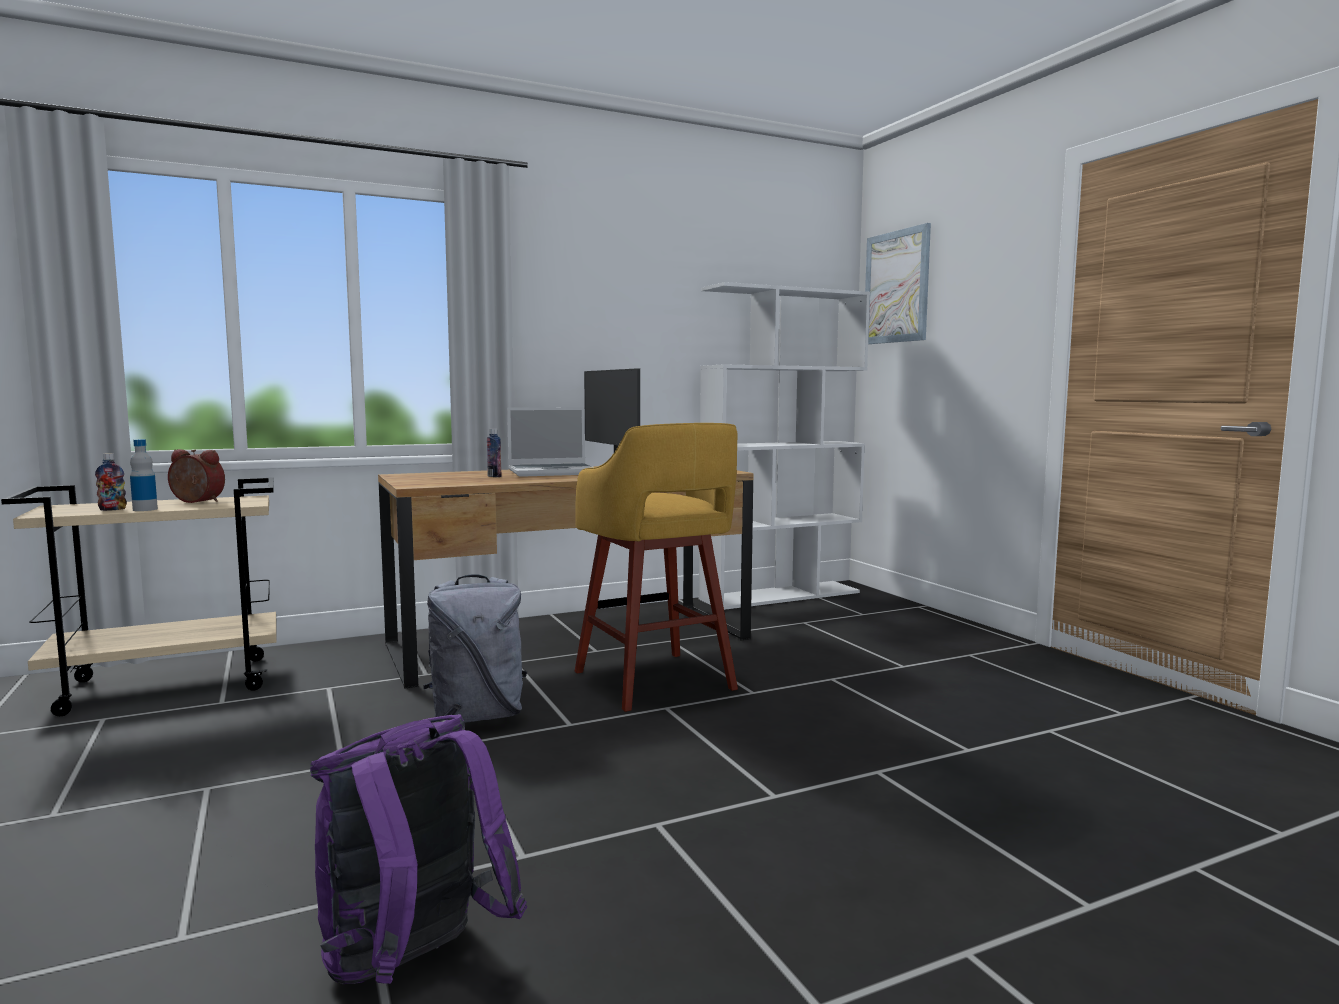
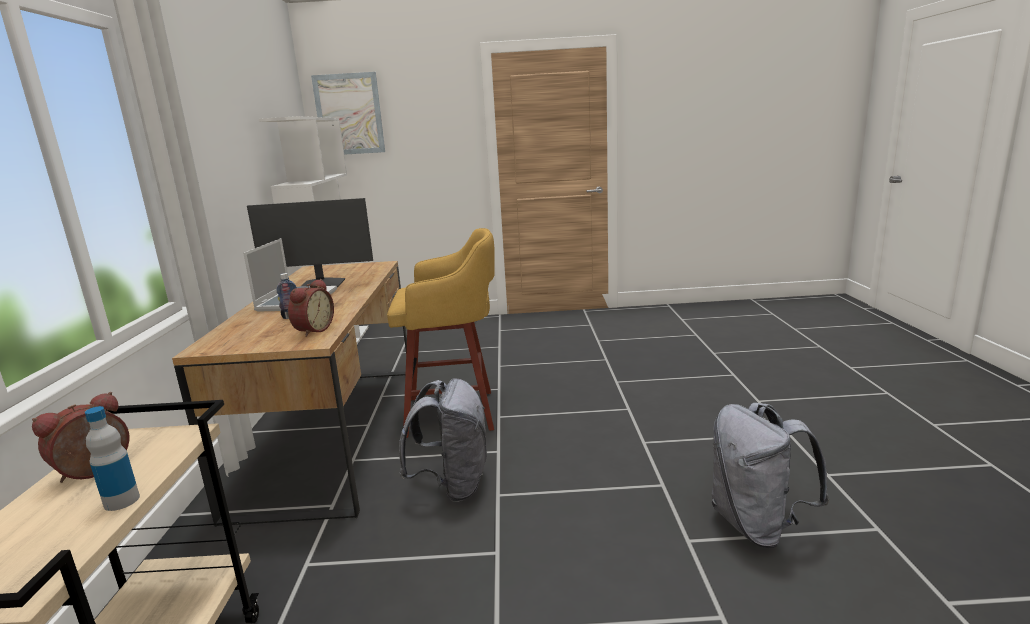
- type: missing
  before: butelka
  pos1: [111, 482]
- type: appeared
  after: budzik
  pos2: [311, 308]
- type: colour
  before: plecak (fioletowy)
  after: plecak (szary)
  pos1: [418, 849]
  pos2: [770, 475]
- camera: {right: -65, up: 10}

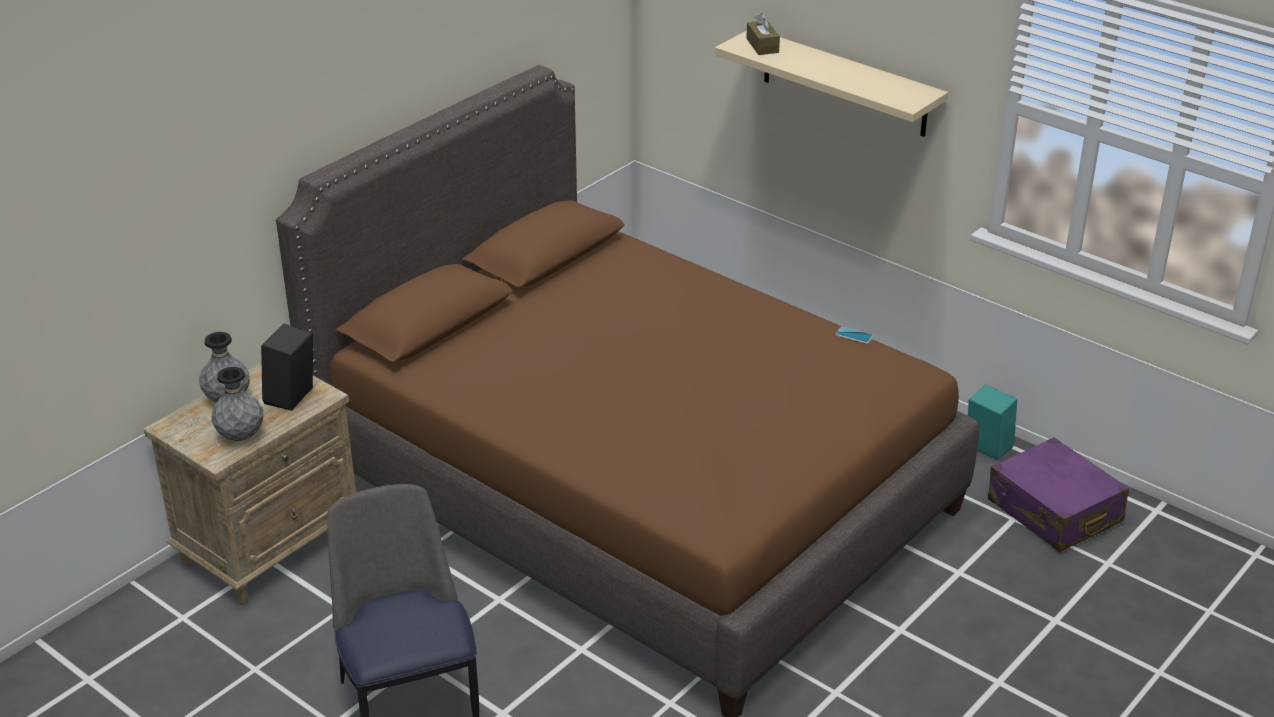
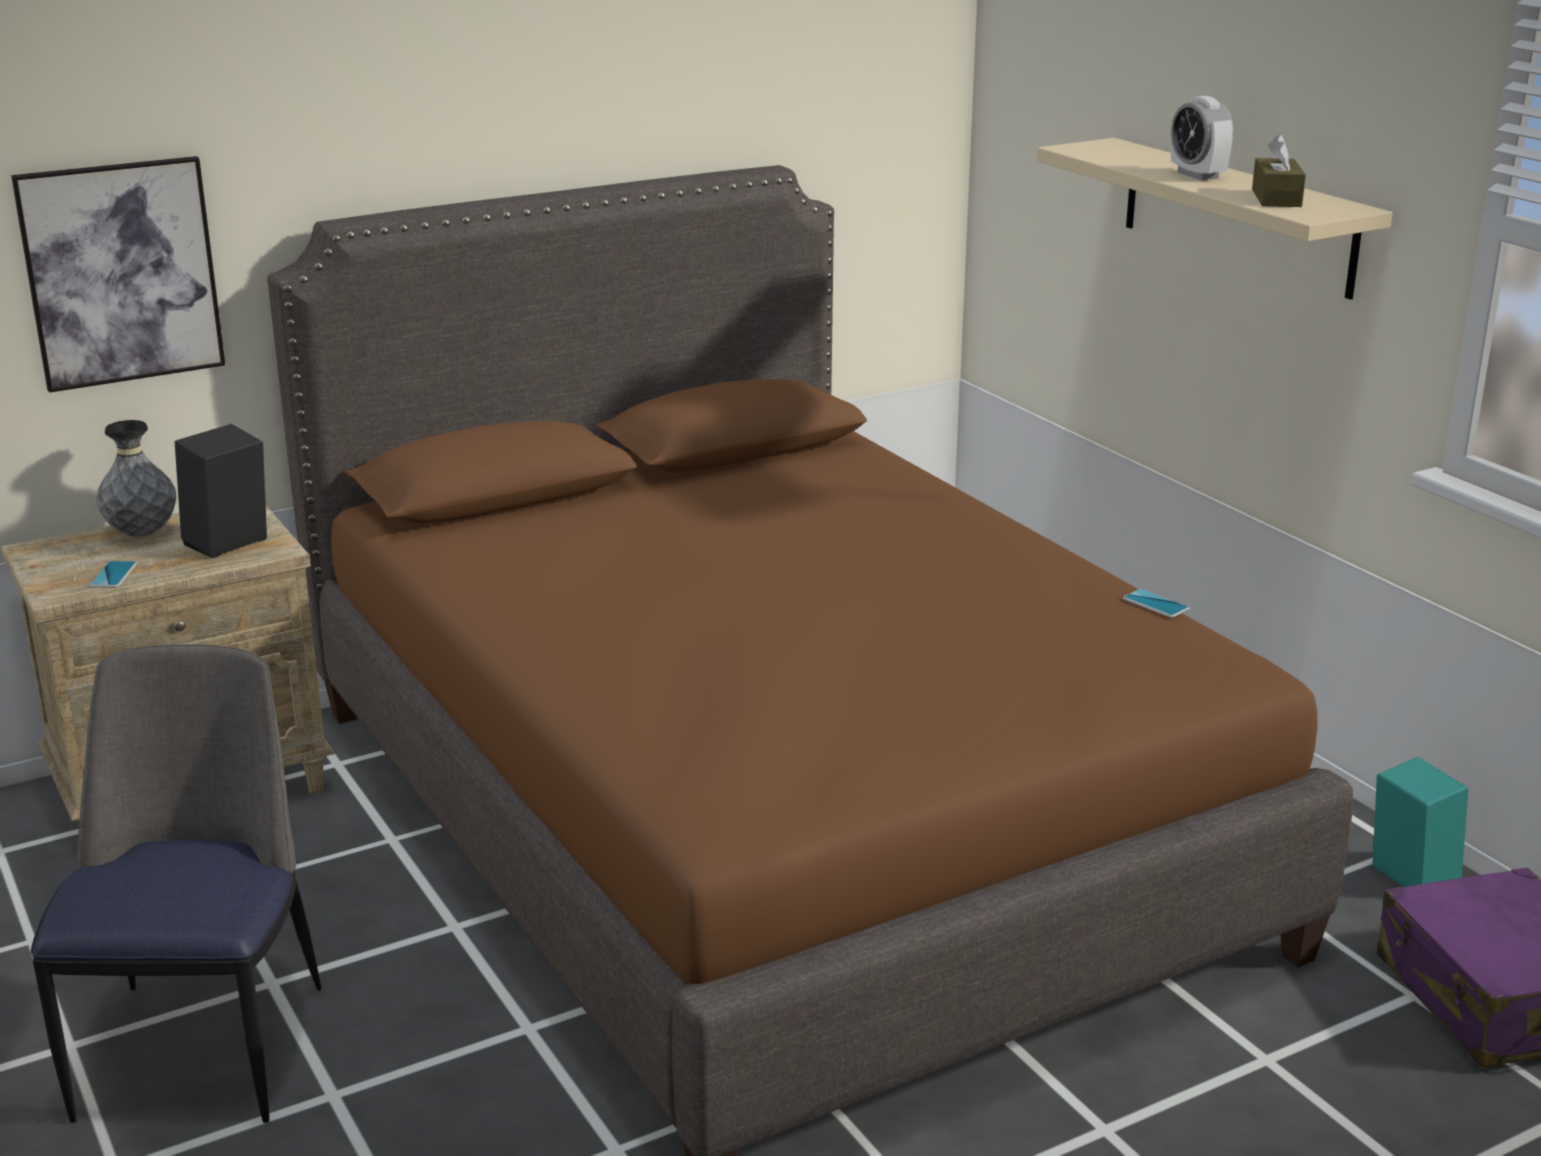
- type: appeared
  after: obraz
  pos2: [118, 274]
- type: appeared
  after: budzik
  pos2: [1202, 138]
- type: relocated
  before: pudełko chusteczek (brązowy)
  pos1: [763, 34]
  pos2: [1279, 170]
- type: exchanged
  before: wazon (szary)
  after: telefon
  pos1: [237, 404]
  pos2: [113, 574]
- camera: {right: 20, up: -10}

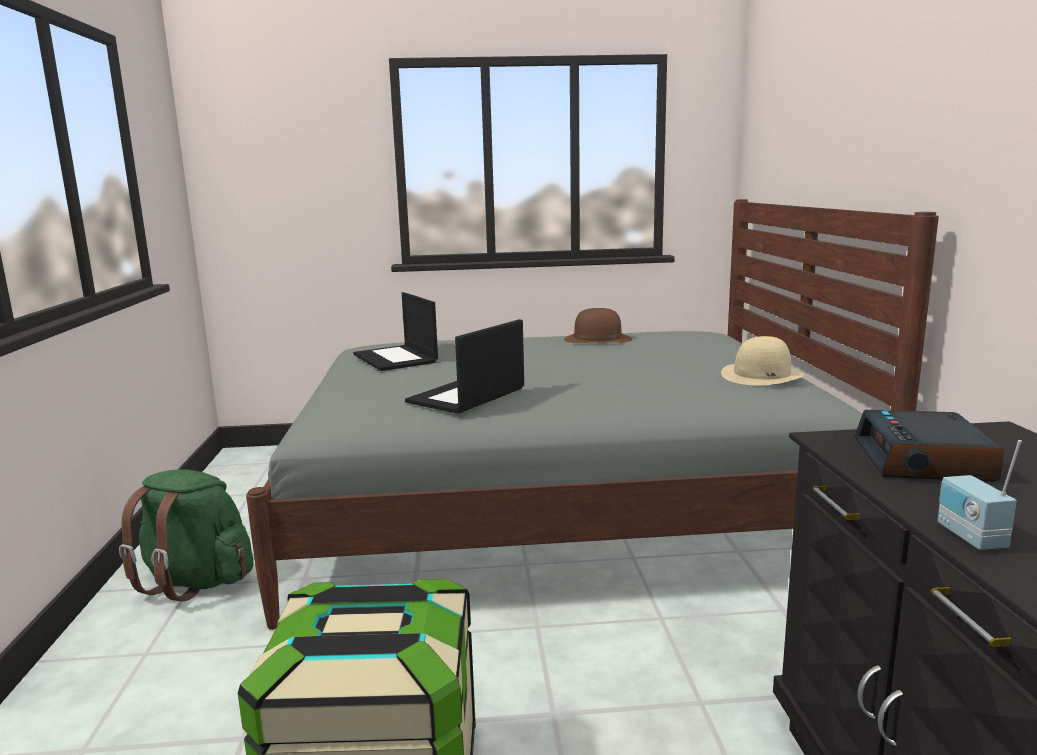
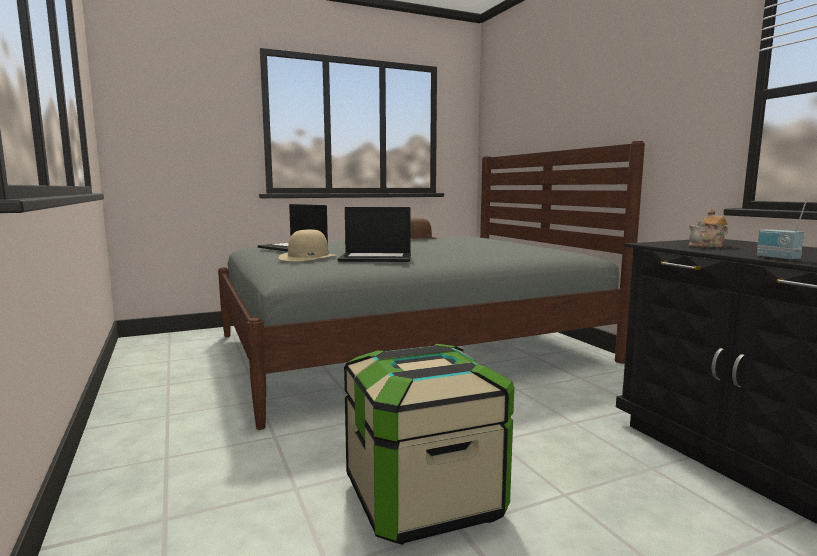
- type: missing
  before: plecak (zielony)
  pos1: [186, 535]
- type: relocated
  before: kapelusz (beżowy)
  pos1: [763, 360]
  pos2: [307, 245]
- type: exchanged
  before: budzik
  after: imbryk
  pos1: [929, 446]
  pos2: [708, 228]
- type: spun
  before: laptop
  pos1: [464, 366]
  pos2: [374, 234]
  turn: -105
- camera: {right: -20, up: -5}

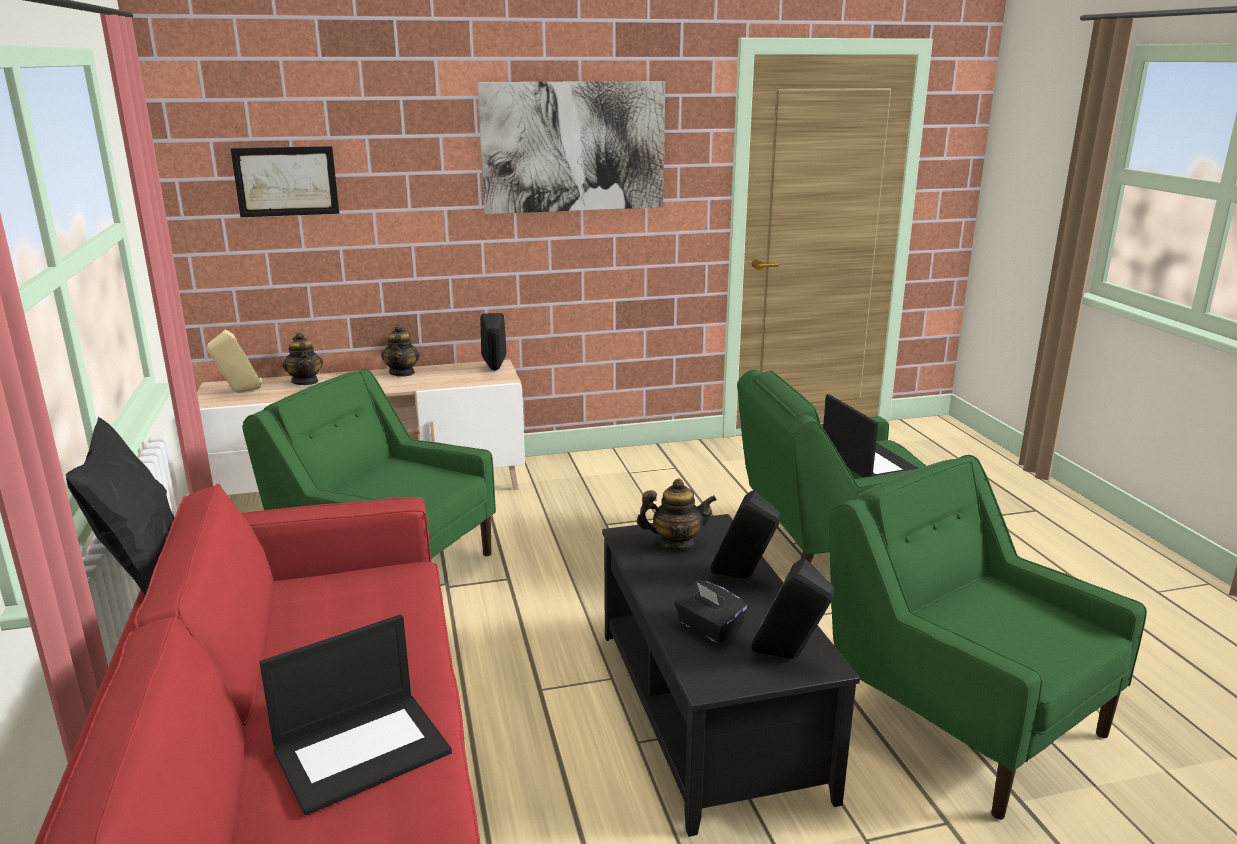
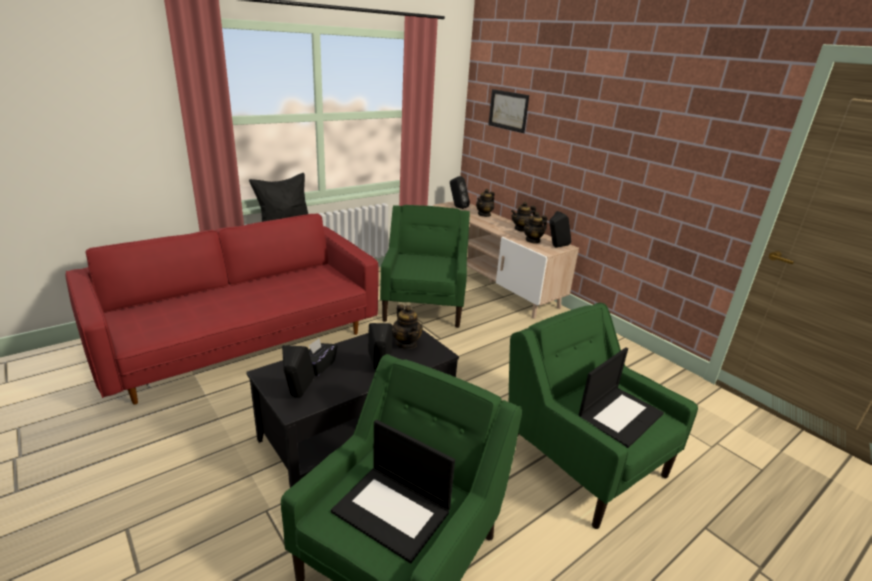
- type: missing
  before: obraz
  pos1: [571, 147]
- type: appeared
  after: imbryk
  pos2: [535, 227]
- type: relocated
  before: laptop
  pos1: [355, 715]
  pos2: [393, 491]
- type: colour
  before: głośnik (beżowy)
  after: głośnik (czarny)
  pos1: [234, 361]
  pos2: [460, 192]
- camera: {right: 65, up: 5}

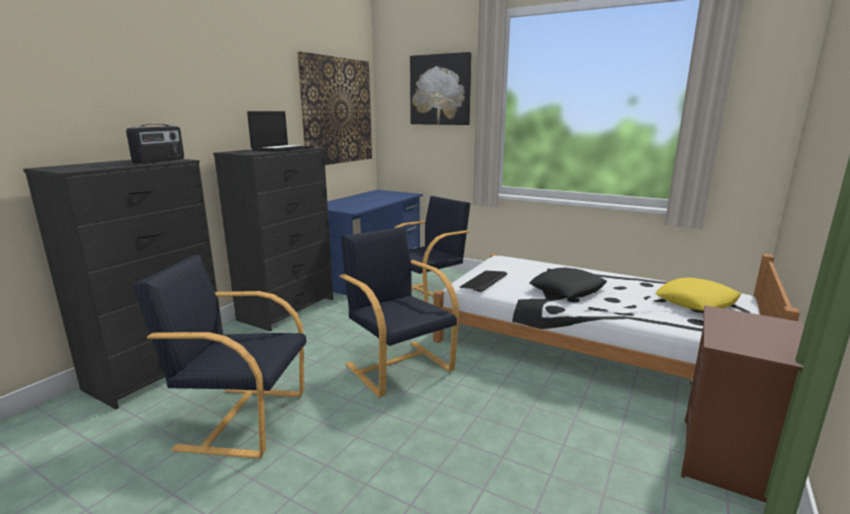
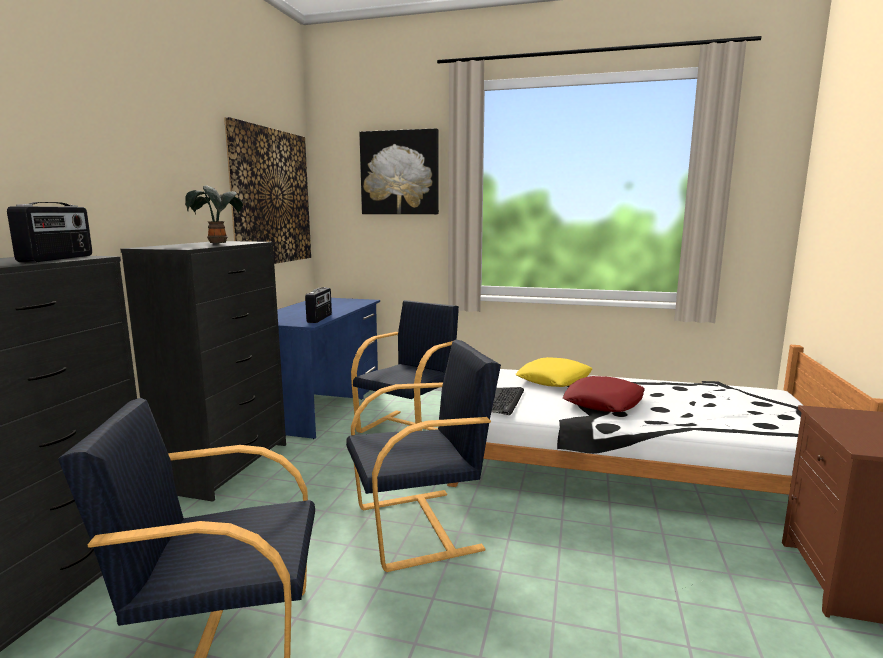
- type: appeared
  after: radio
  pos2: [318, 305]
- type: relocated
  before: poduszka (żółty)
  pos1: [698, 294]
  pos2: [554, 372]
- type: exchanged
  before: laptop
  after: roślina doniczkowa
  pos1: [280, 131]
  pos2: [214, 214]
- type: colour
  before: poduszka (czarny)
  after: poduszka (czerwony)
  pos1: [568, 282]
  pos2: [603, 394]
- type: spun
  before: fotel (czarny)
  pos1: [399, 312]
  pos2: [423, 456]
  turn: 120
- camera: {right: -15, up: -5}

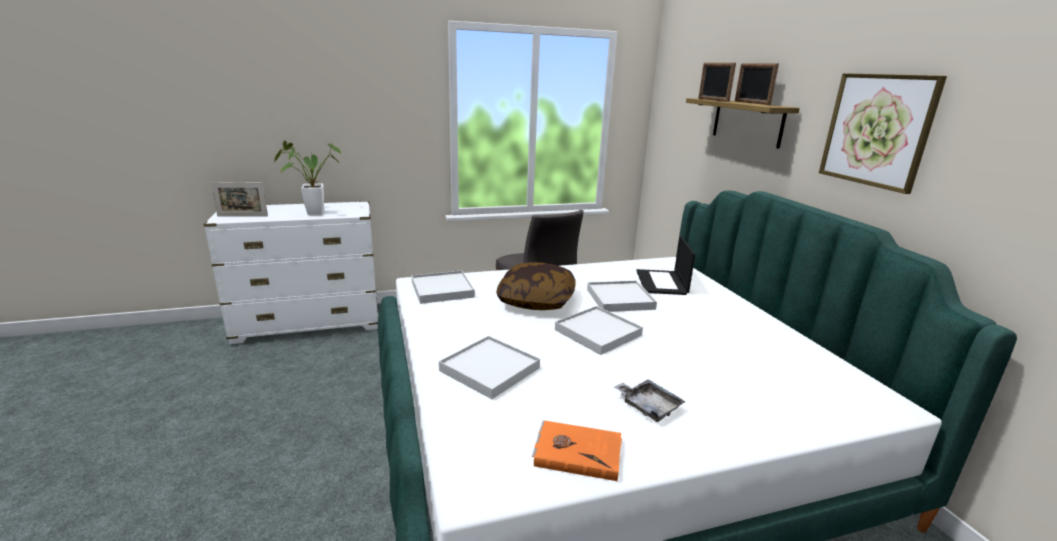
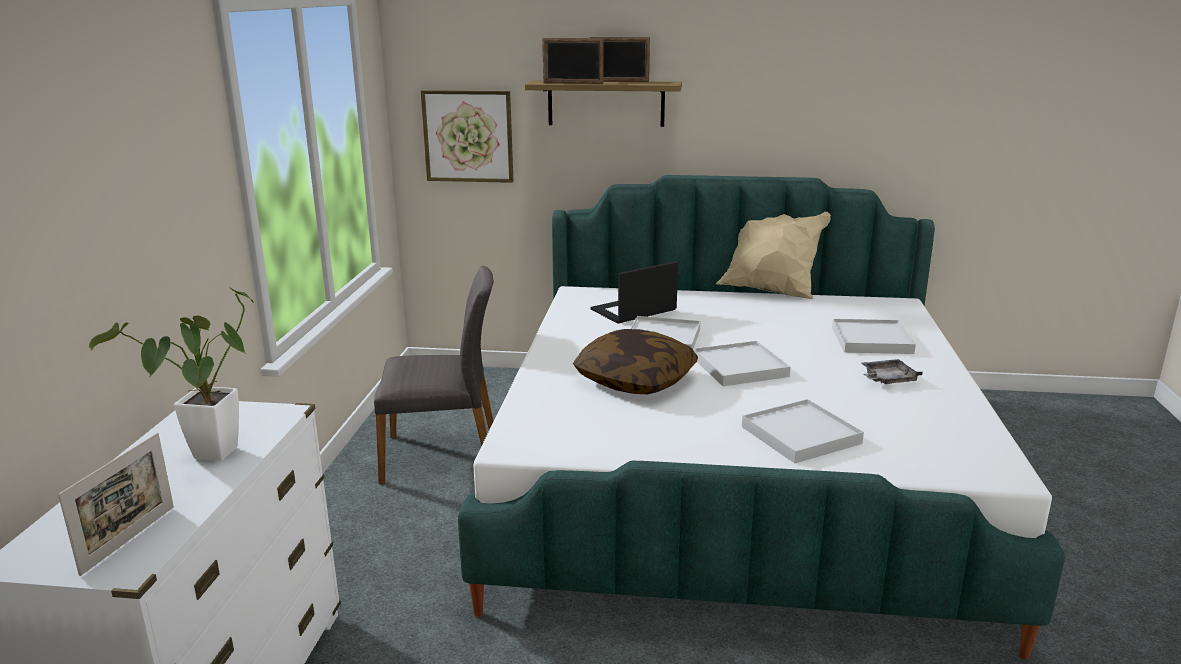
- type: missing
  before: książka (pomarańczowy)
  pos1: [577, 450]
- type: appeared
  after: poduszka (beżowy)
  pos2: [773, 255]
- type: relocated
  before: taca (biały)
  pos1: [443, 287]
  pos2: [874, 336]
- type: relocated
  before: obraz
  pos1: [883, 133]
  pos2: [467, 136]
- type: spun
  before: laptop
  pos1: [665, 265]
  pos2: [634, 292]
  turn: 120
- camera: {right: -65, up: 0}

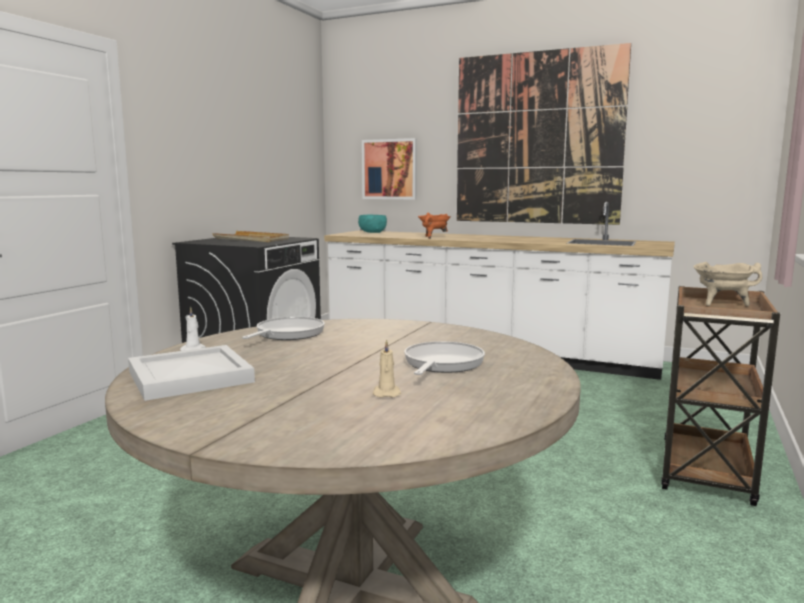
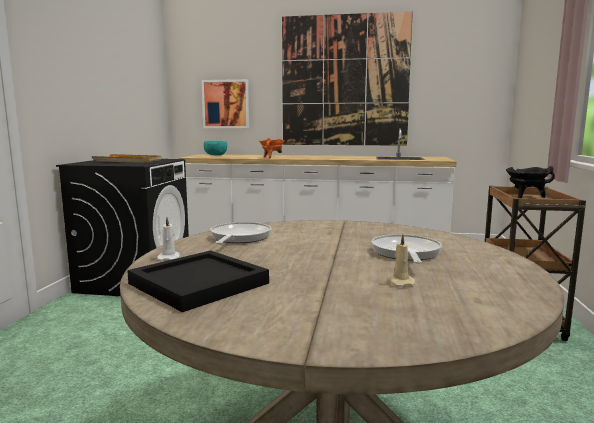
- type: colour
  before: taca (biały)
  after: taca (czarny)
  pos1: [191, 373]
  pos2: [198, 281]
- type: colour
  before: garnek (beżowy)
  after: garnek (czarny)
  pos1: [727, 284]
  pos2: [530, 182]
- camera: {right: -15, up: 0}

